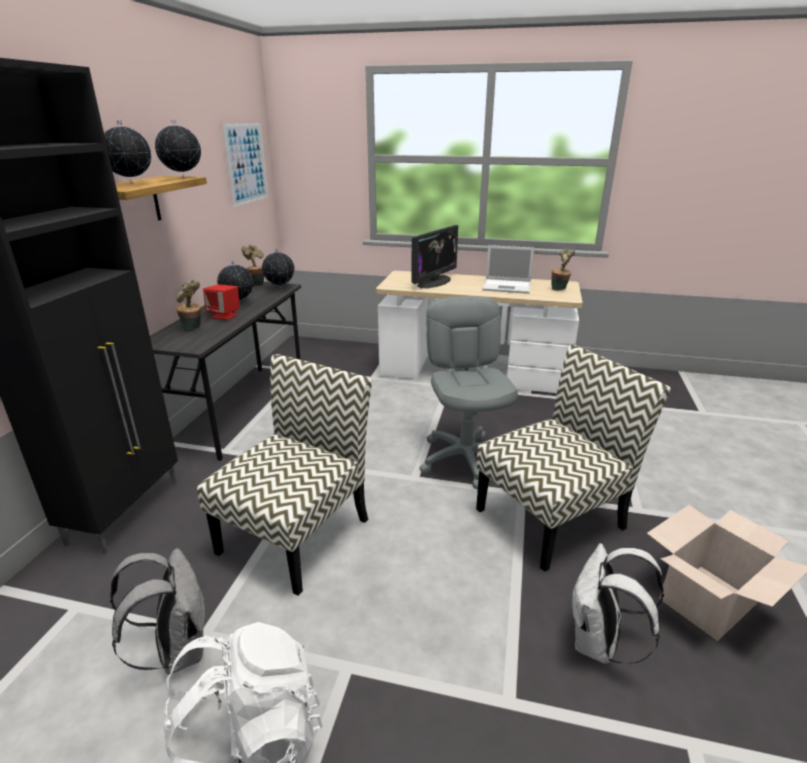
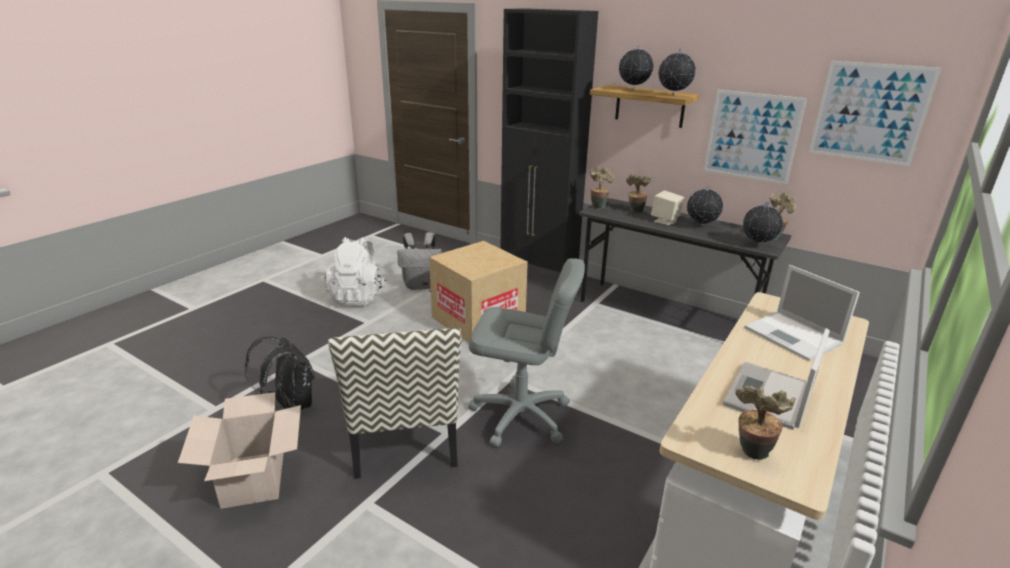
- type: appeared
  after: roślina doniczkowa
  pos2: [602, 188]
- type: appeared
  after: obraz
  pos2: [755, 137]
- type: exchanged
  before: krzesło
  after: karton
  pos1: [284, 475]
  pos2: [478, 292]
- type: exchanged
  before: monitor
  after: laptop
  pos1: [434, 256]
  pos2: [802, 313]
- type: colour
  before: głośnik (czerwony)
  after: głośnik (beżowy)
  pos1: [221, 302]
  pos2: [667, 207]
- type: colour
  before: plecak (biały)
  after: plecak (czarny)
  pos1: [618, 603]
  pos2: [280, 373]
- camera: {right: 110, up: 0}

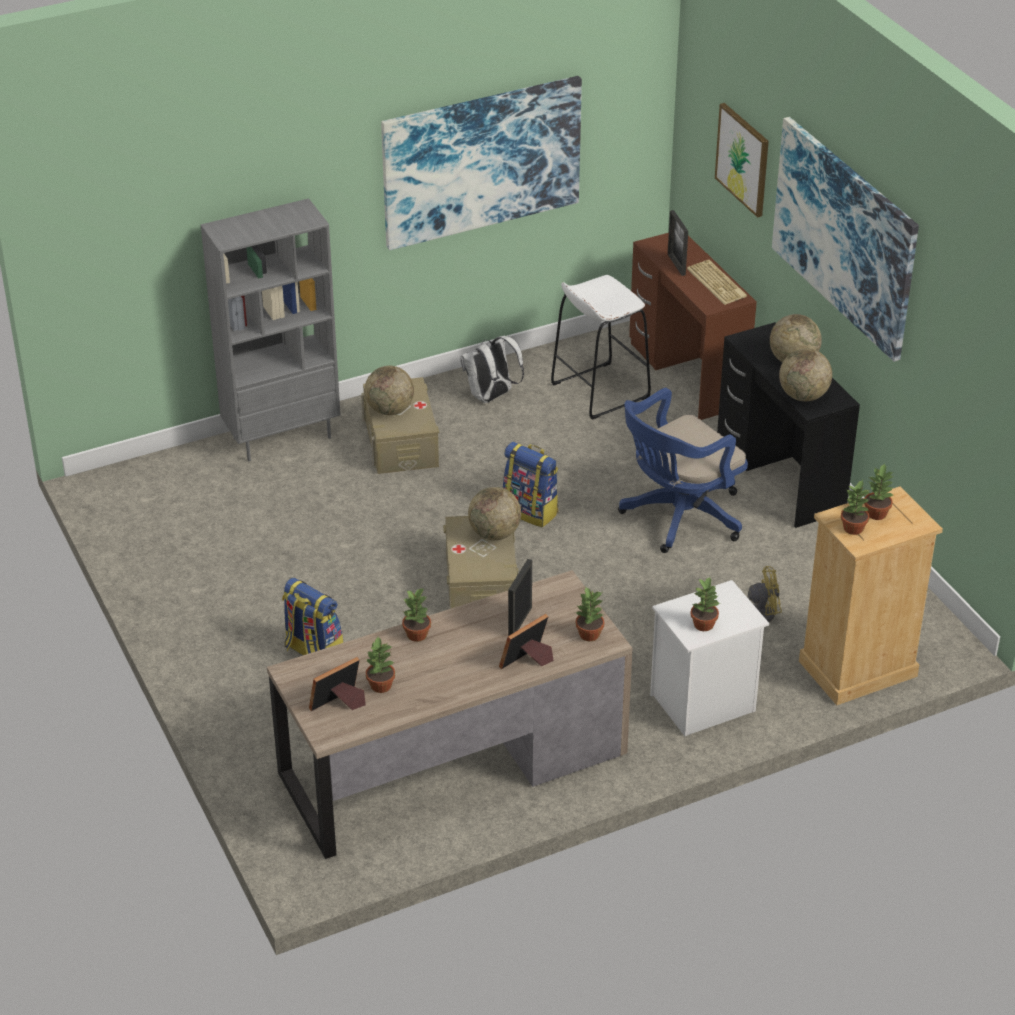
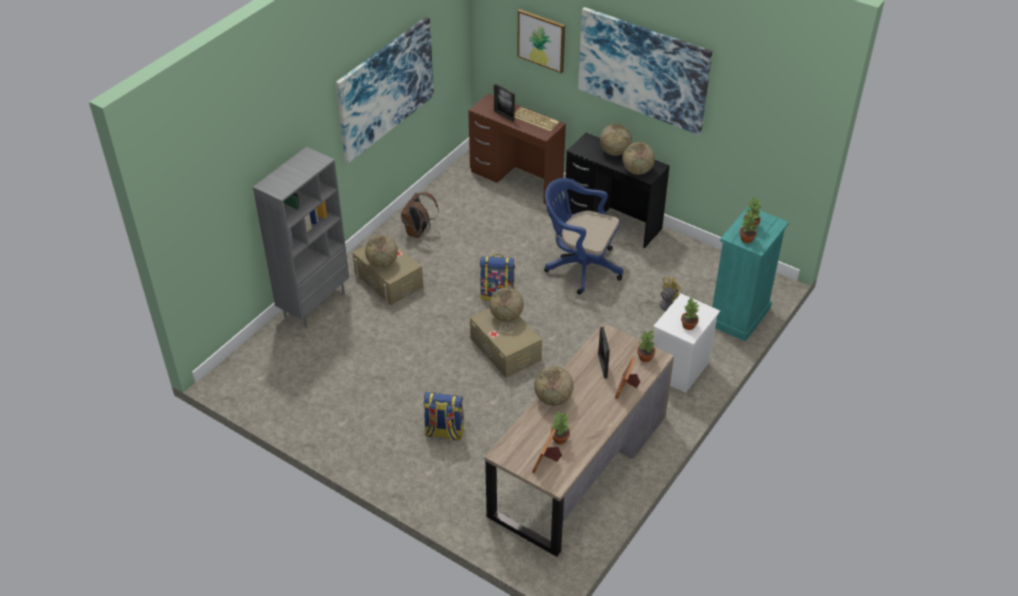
- type: missing
  before: stołek (biały)
  pos1: [601, 347]
- type: exchanged
  before: roślina doniczkowa
  after: globus
  pos1: [416, 615]
  pos2: [554, 386]
- type: colour
  before: plecak (biały)
  after: plecak (brązowy)
  pos1: [492, 369]
  pos2: [420, 215]
- type: colour
  before: komoda (beżowy)
  after: komoda (turkusowy)
  pos1: [871, 595]
  pos2: [750, 274]
- type: spun
  before: krzesło biurowe (niebieski)
  pos1: [683, 470]
  pos2: [583, 236]
  turn: 90
- camera: {right: -30, up: 5}

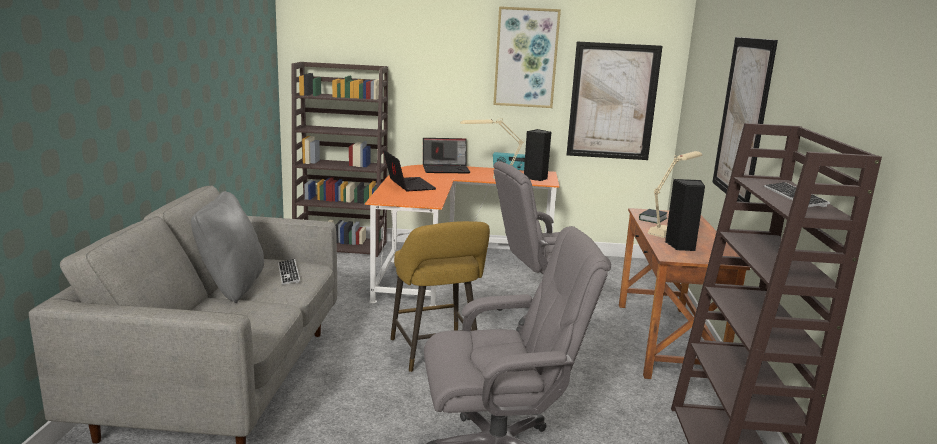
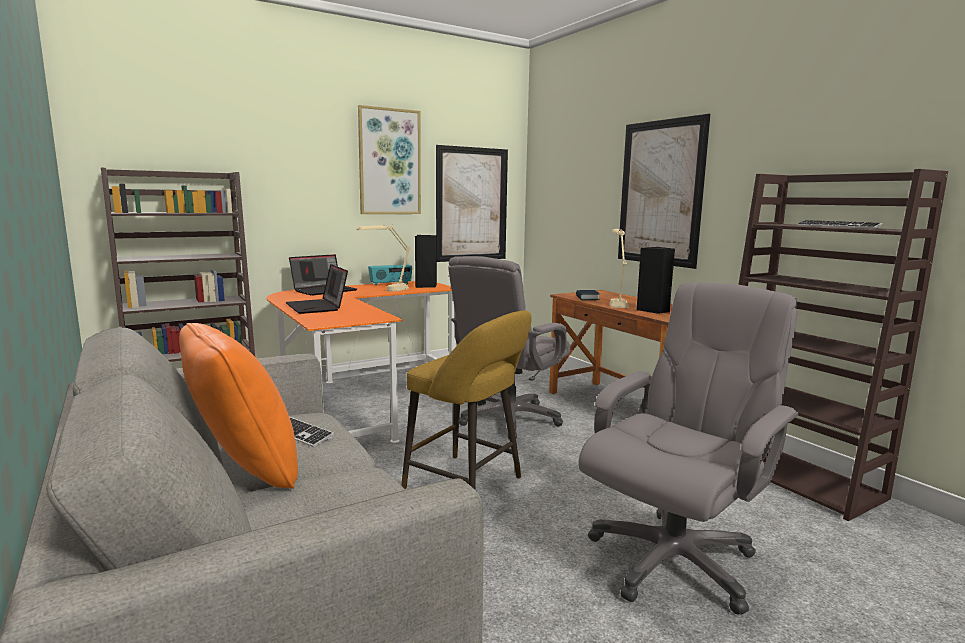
- type: colour
  before: poduszka (szary)
  after: poduszka (pomarańczowy)
  pos1: [227, 247]
  pos2: [238, 406]
- type: spun
  before: laptop
  pos1: [409, 170]
  pos2: [317, 289]
  turn: -150
- camera: {right: -35, up: -5}

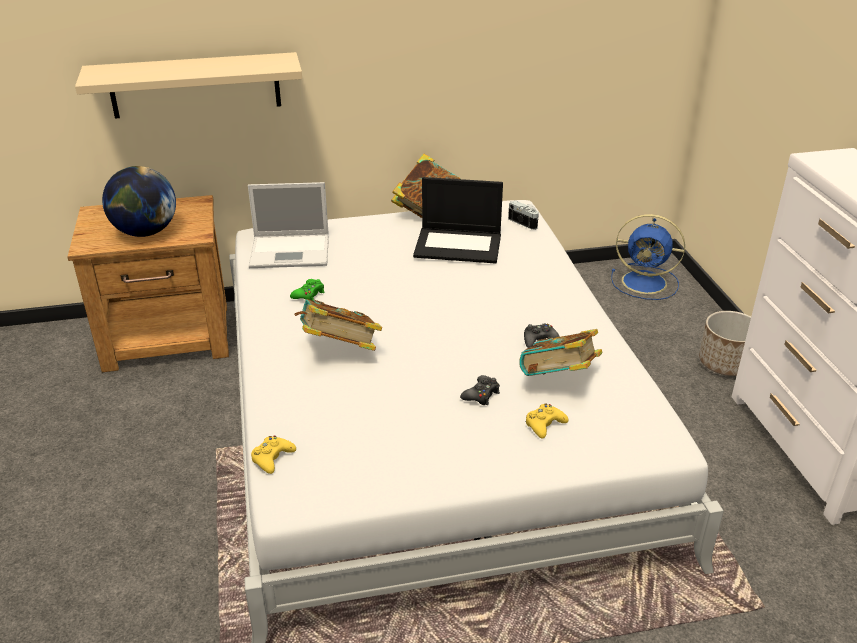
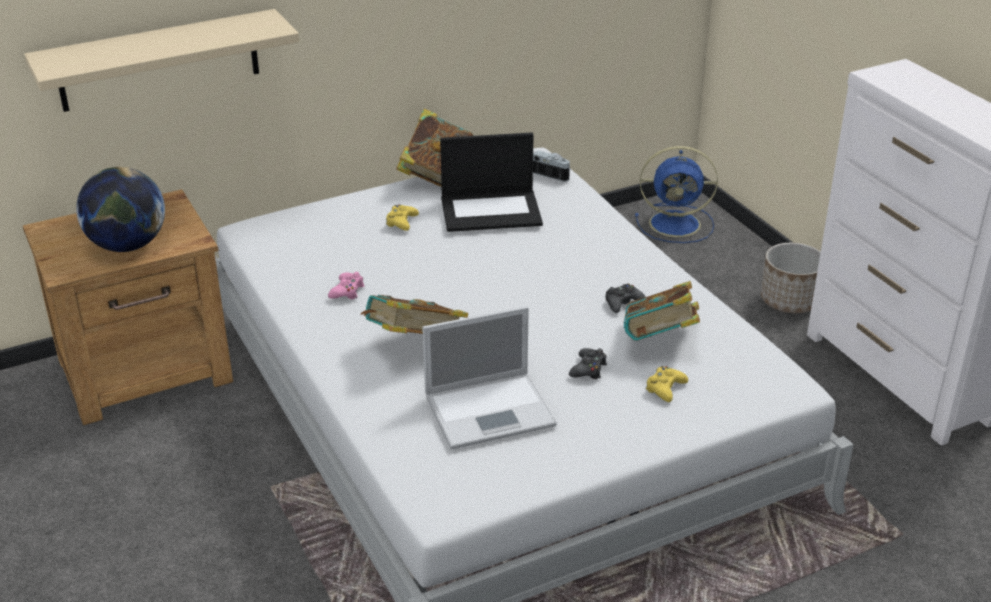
- type: relocated
  before: laptop
  pos1: [288, 225]
  pos2: [489, 377]
- type: relocated
  before: pad do gier (żółty)
  pos1: [273, 455]
  pos2: [402, 218]
- type: colour
  before: pad do gier (zielony)
  after: pad do gier (różowy)
  pos1: [307, 290]
  pos2: [346, 285]
- camera: {right: -15, up: 0}

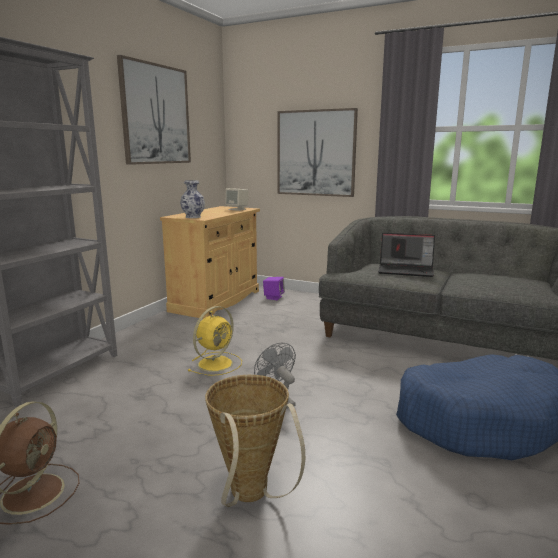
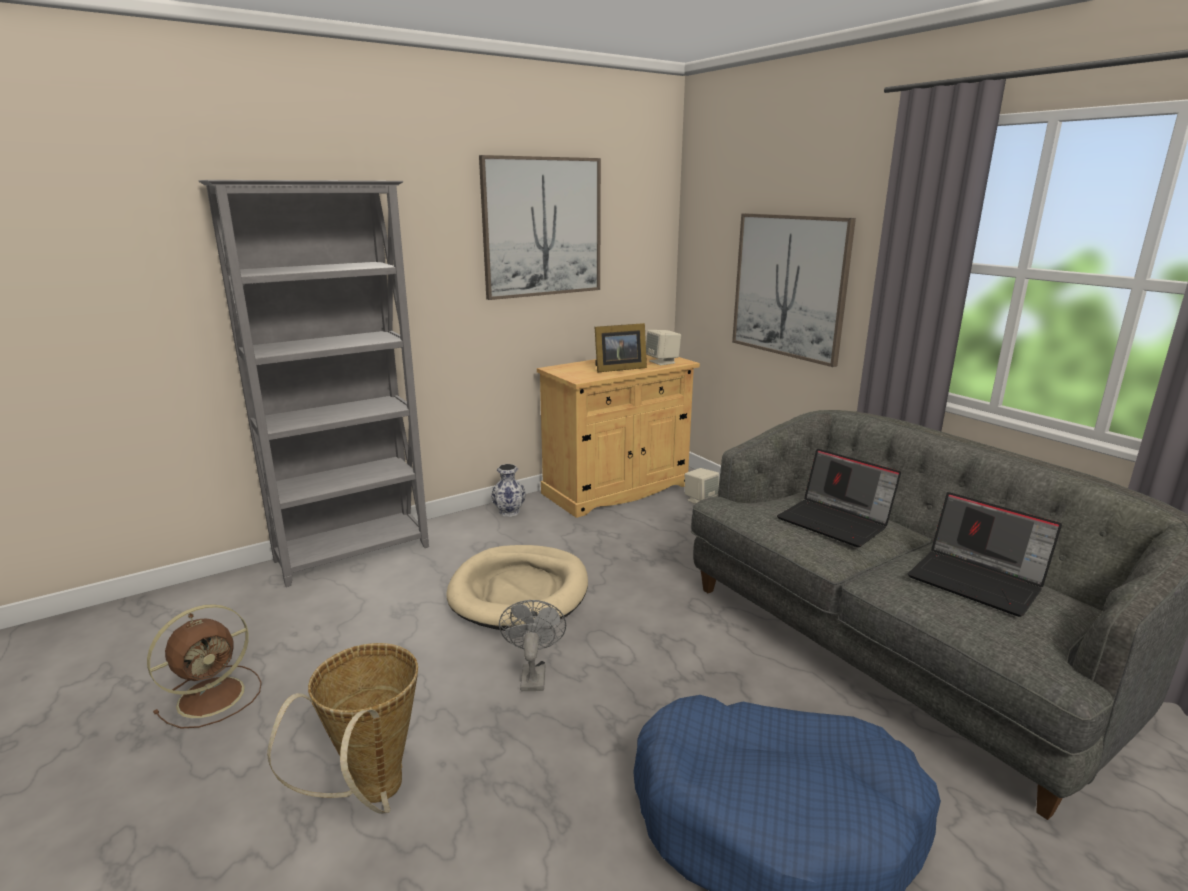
- type: appeared
  after: ramka na zdjęcie
  pos2: [621, 347]
- type: appeared
  after: laptop
  pos2: [985, 554]
- type: relocated
  before: wazon
  pos1: [192, 199]
  pos2: [508, 490]
- type: exchanged
  before: wentylator (żółty)
  after: legowisko (beżowy)
  pos1: [215, 341]
  pos2: [517, 588]
- type: colour
  before: głośnik (fioletowy)
  after: głośnik (beżowy)
  pos1: [274, 288]
  pos2: [702, 486]
- camera: {right: 30, up: 5}

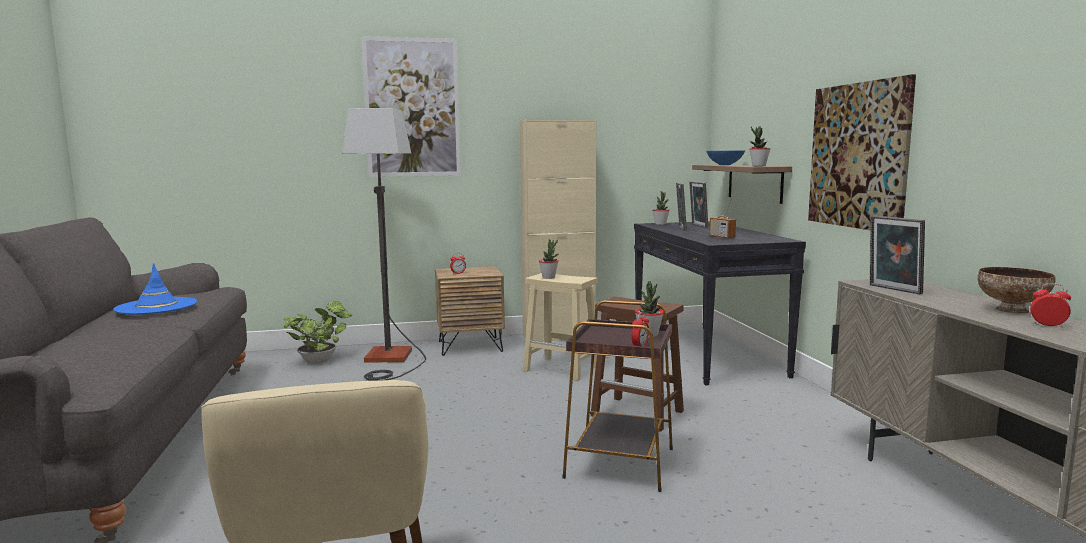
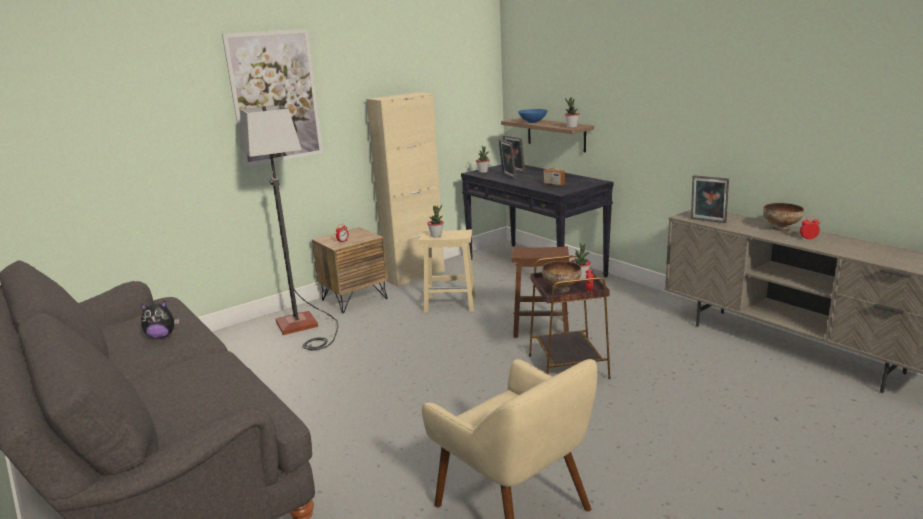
- type: missing
  before: roślina doniczkowa
  pos1: [318, 332]
- type: missing
  before: obraz
  pos1: [862, 152]
- type: appeared
  after: miska
  pos2: [561, 276]
- type: exchanged
  before: kapelusz (niebieski)
  after: pluszak
  pos1: [155, 289]
  pos2: [159, 320]
- camera: {right: -25, up: 10}

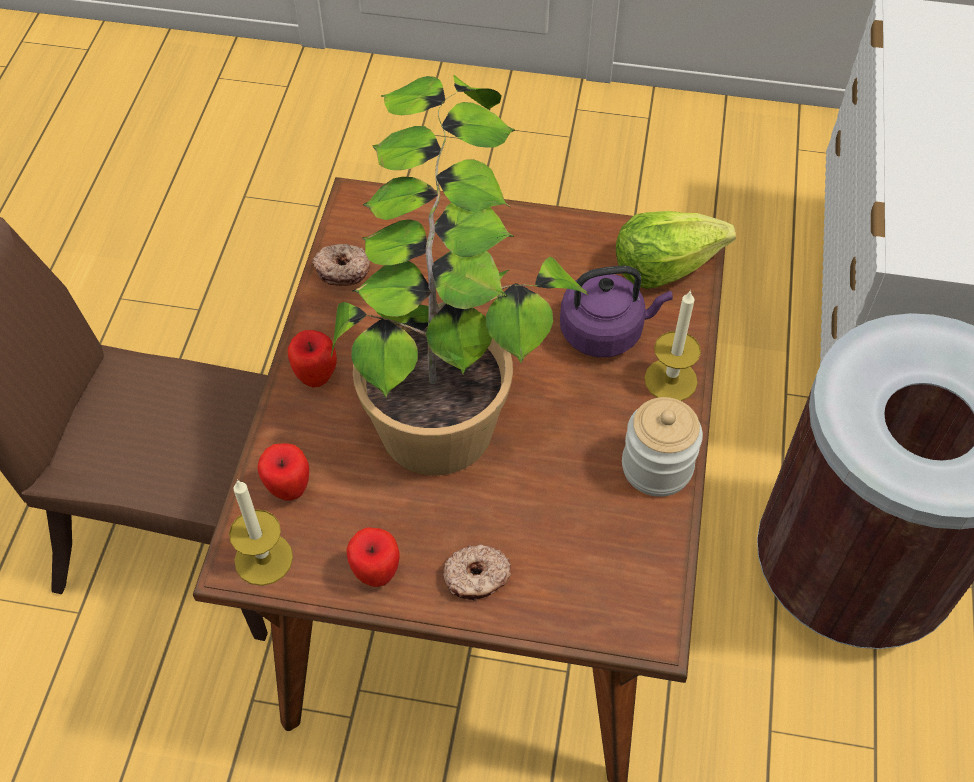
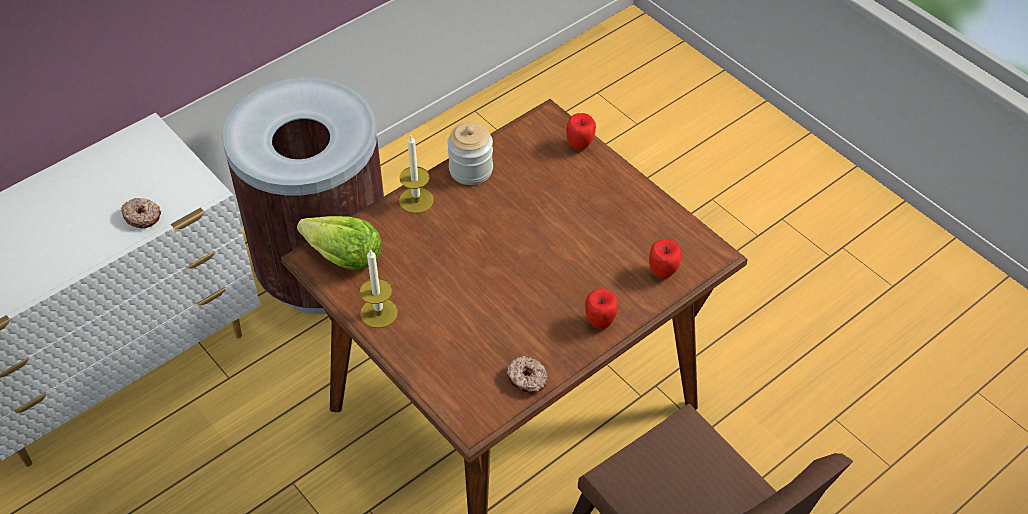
- type: missing
  before: roślina doniczkowa
  pos1: [460, 275]
- type: missing
  before: czajnik (fioletowy)
  pos1: [616, 311]
- type: relocated
  before: świeca
  pos1: [261, 532]
  pos2: [379, 288]
- type: relocated
  before: jabłko
  pos1: [373, 557]
  pos2: [581, 132]
- type: relocated
  before: donut
  pos1: [477, 572]
  pos2: [141, 213]
- camera: {right: -140, up: -5}

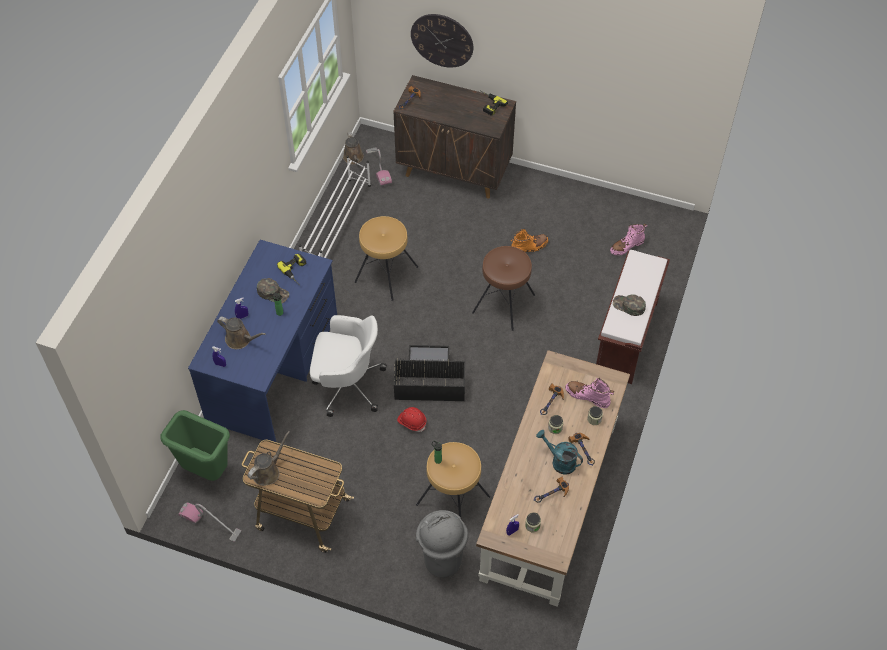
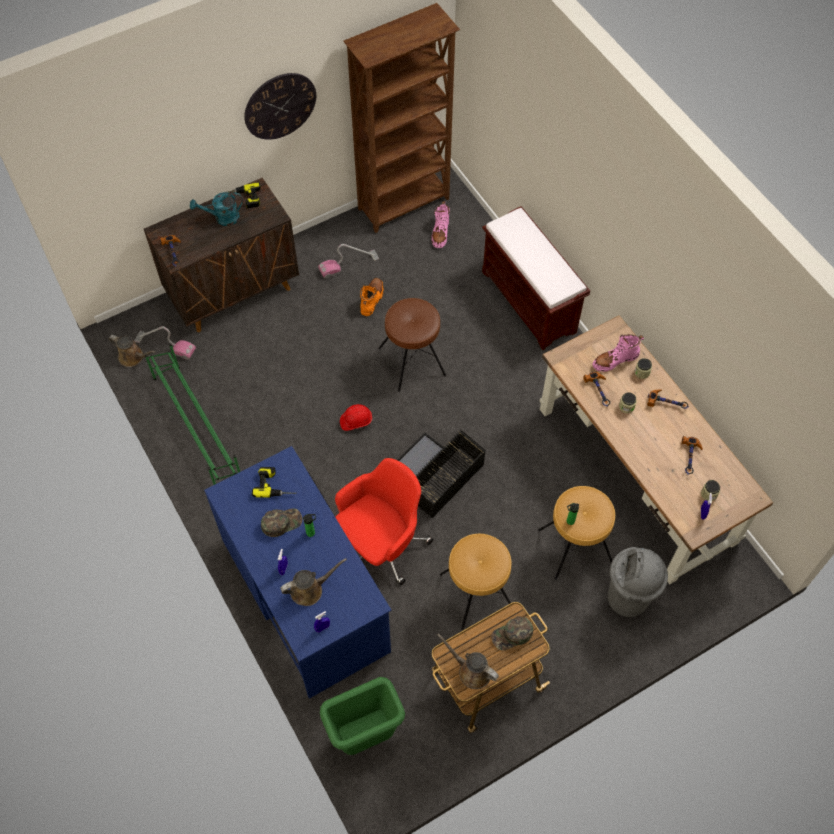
- type: appeared
  after: regał (brązowy)
  pos2: [401, 118]
- type: relocated
  before: odkurzacz
  pos1: [209, 522]
  pos2: [348, 261]
- type: relocated
  before: stołek (brązowy)
  pos1: [386, 258]
  pos2: [475, 582]
- type: relocated
  before: kask (czerwony)
  pos1: [411, 419]
  pos2: [356, 417]
- type: relocated
  before: zegar ścienny
  pos1: [442, 41]
  pos2: [280, 106]
- type: relocated
  before: konewka (turkusowy)
  pos1: [559, 452]
  pos2: [216, 209]
- type: relocated
  before: czapka z daszkiem (zielony)
  pos1: [629, 305]
  pos2: [512, 633]
- type: colour
  before: regał na buty (biały)
  after: regał na buty (zielony)
  pos1: [335, 207]
  pos2: [192, 414]
- type: colour
  before: krzesło biurowe (biały)
  after: krzesło biurowe (czerwony)
  pos1: [348, 366]
  pos2: [384, 522]
- type: spun
  before: konewka (brązowy)
  pos1: [269, 458]
  pos2: [468, 661]
  turn: -45
- camera: {right: -50, up: 5}

